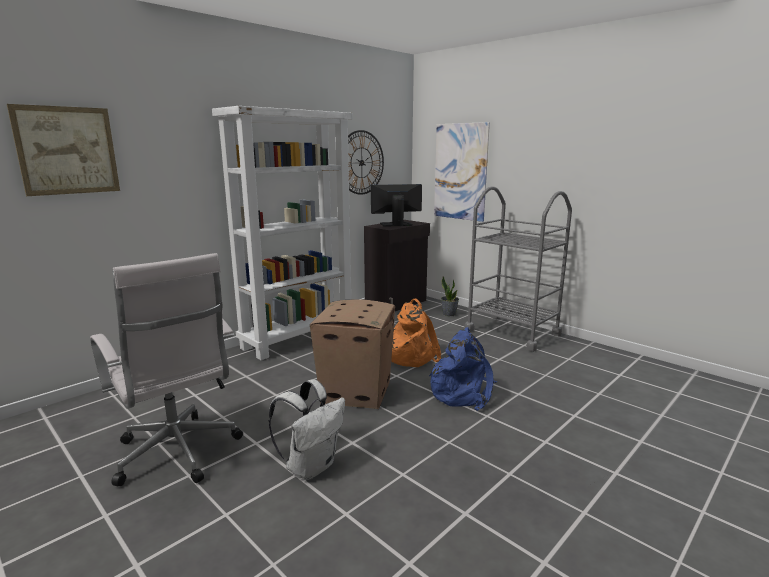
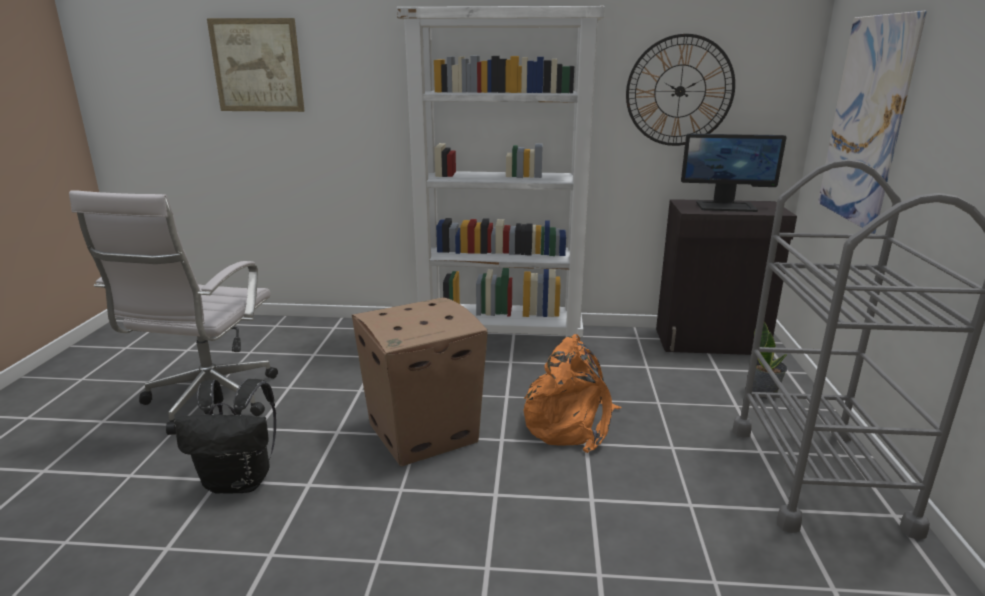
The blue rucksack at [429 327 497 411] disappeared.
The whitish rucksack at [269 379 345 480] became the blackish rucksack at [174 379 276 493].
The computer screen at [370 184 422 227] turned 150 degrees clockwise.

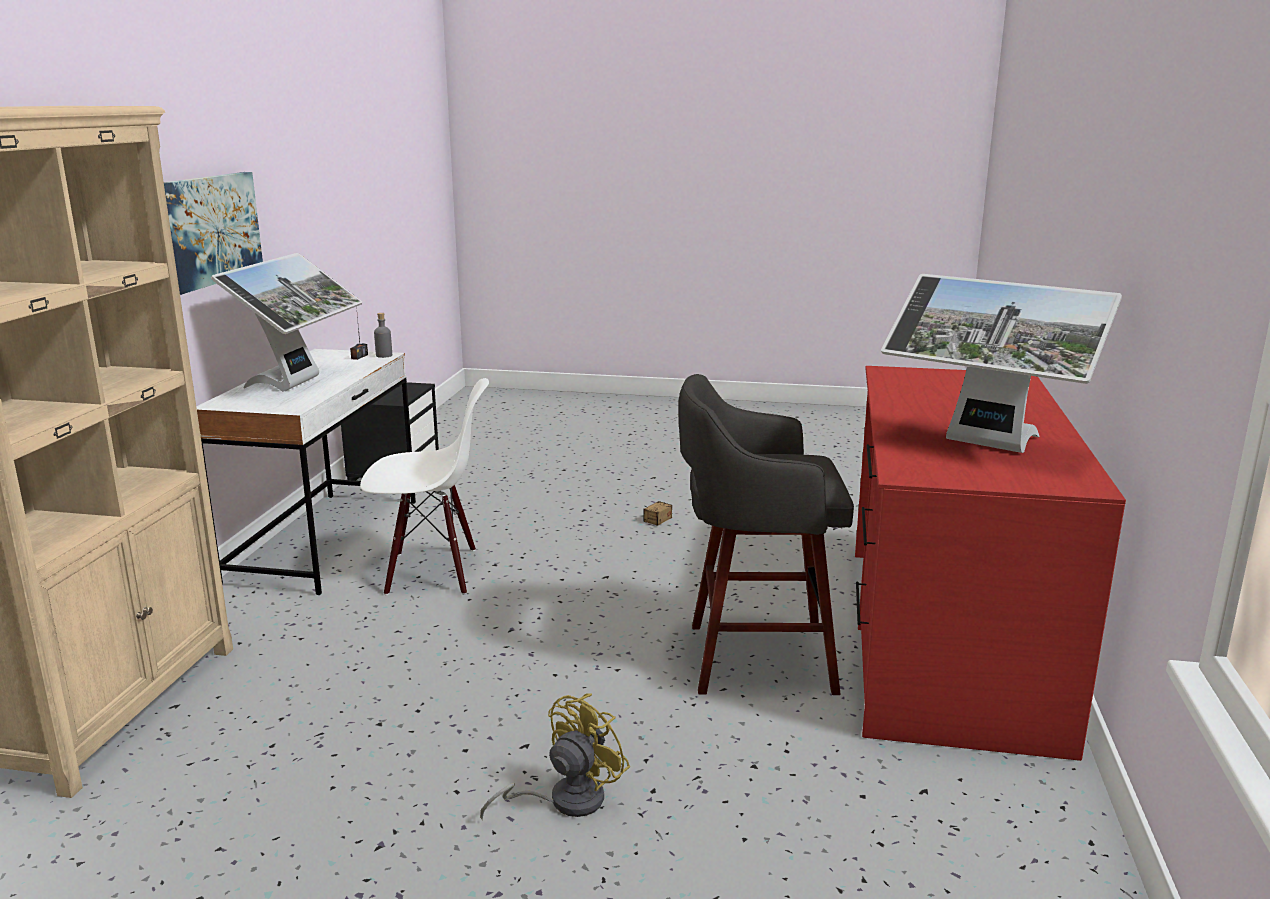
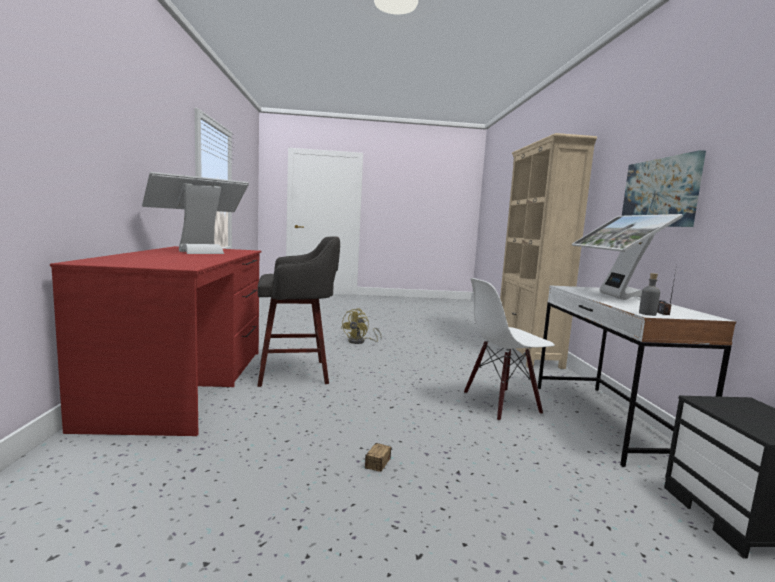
The computer screen at [881 274 1122 453] turned 60 degrees counterclockwise.

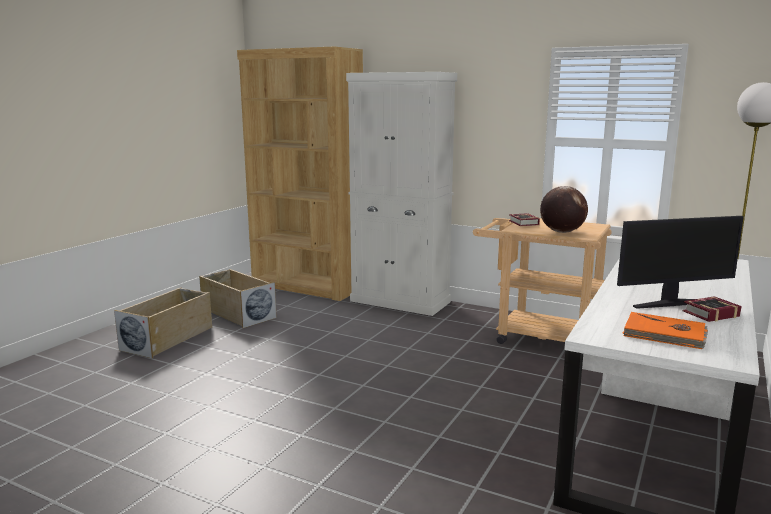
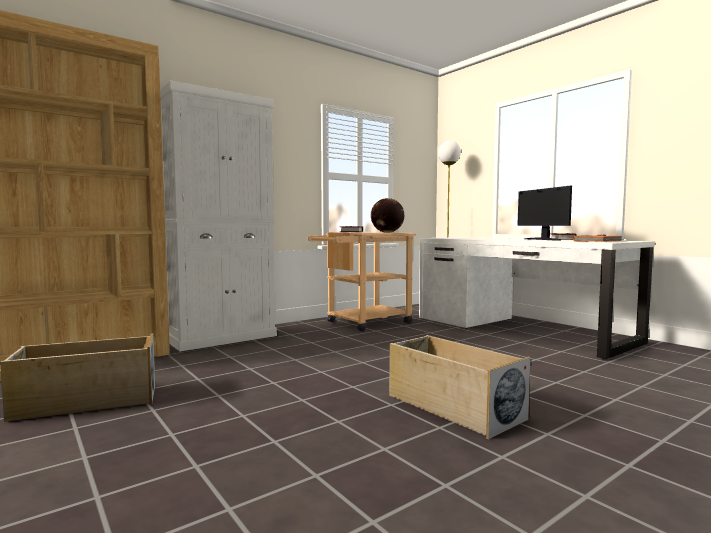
The sand-coloured storage container moved from [114 287 212 358] to [389 335 531 439].
The computer screen at [617 216 744 309] turned 150 degrees clockwise.

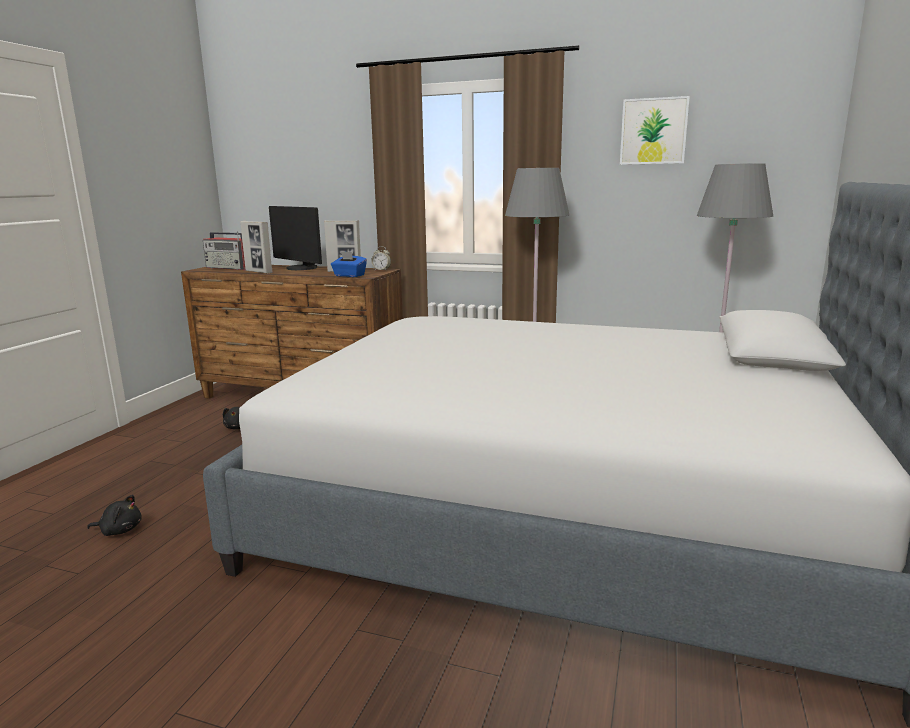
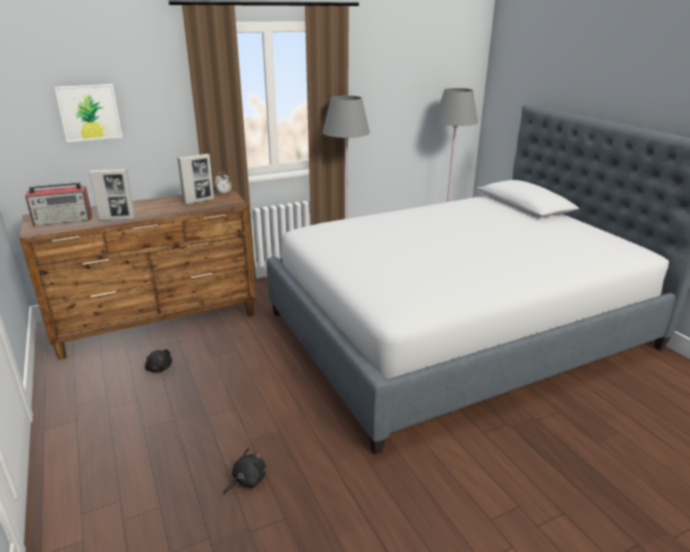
The computer screen at [269 206 322 270] disappeared.
The blue tissue holder at [331 251 367 277] disappeared.
The wall picture moved from [620 96 690 165] to [54 84 122 142].

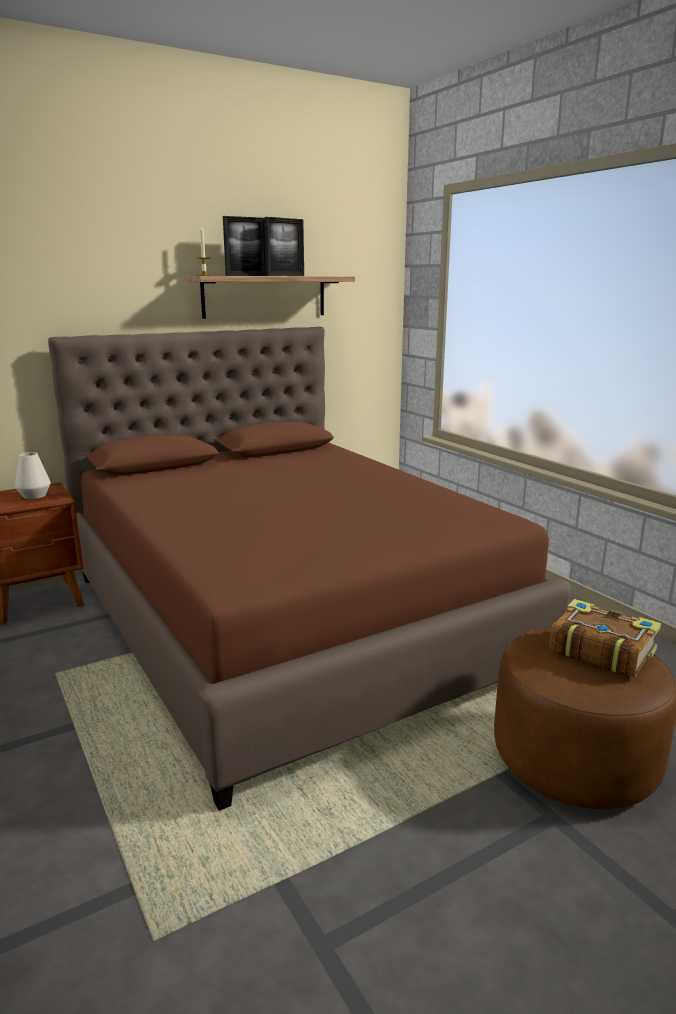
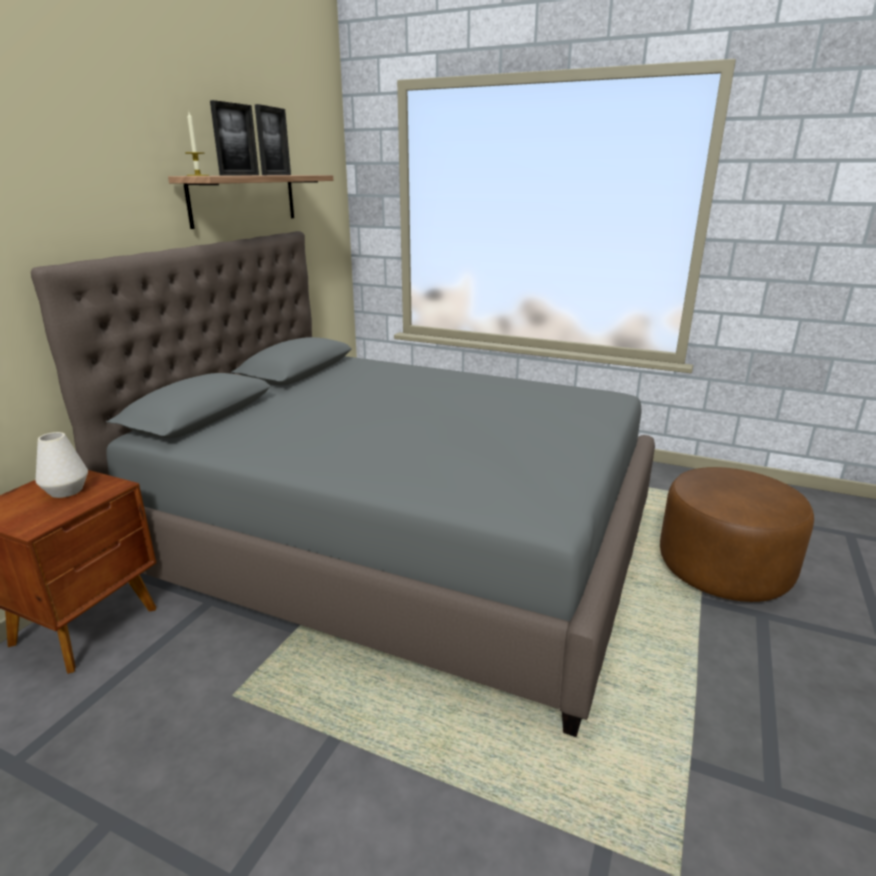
The book at [549 599 661 677] disappeared.
The brownish bed at [48 327 571 811] became the greyish bed at [31 231 655 737].

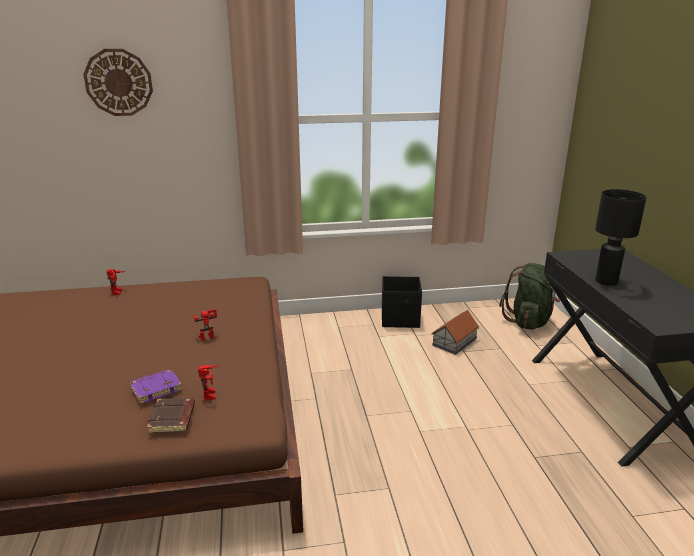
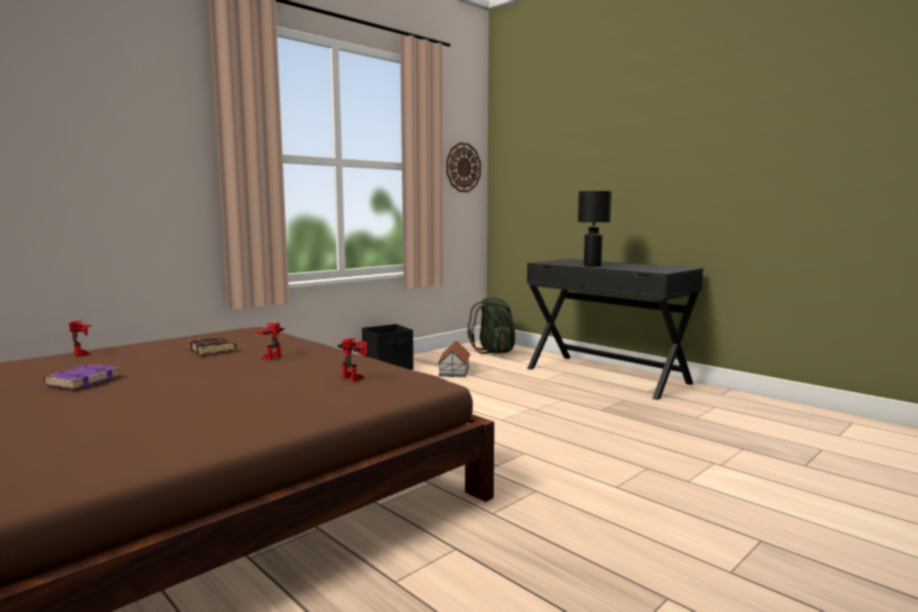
The hanging clock moved from [83 49 153 116] to [446 142 481 192].
The purple-coloured book moved from [130 369 183 404] to [44 364 121 389].
The brownish book moved from [147 398 195 433] to [188 337 236 355].

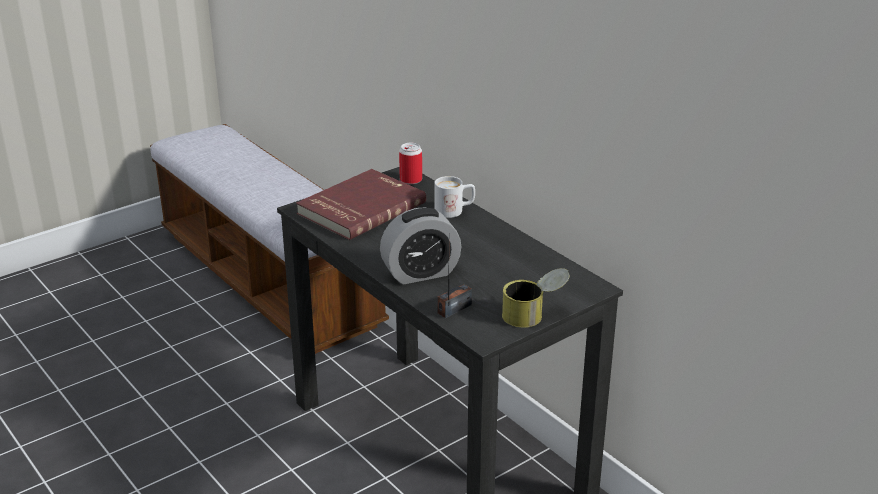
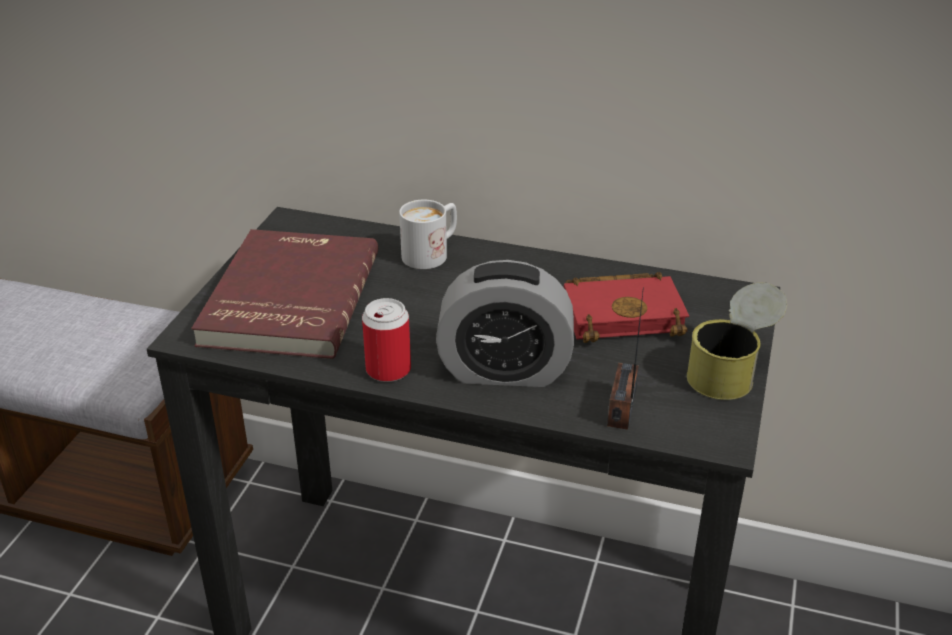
The red book at [564 272 689 343] appeared.
The sealed can moved from [399 143 422 184] to [362 298 411 382].
The table clock at [380 208 461 285] turned 60 degrees clockwise.

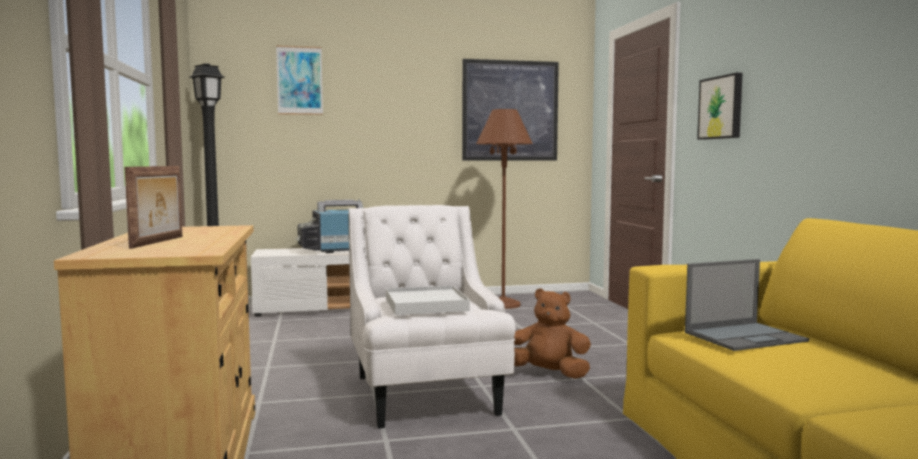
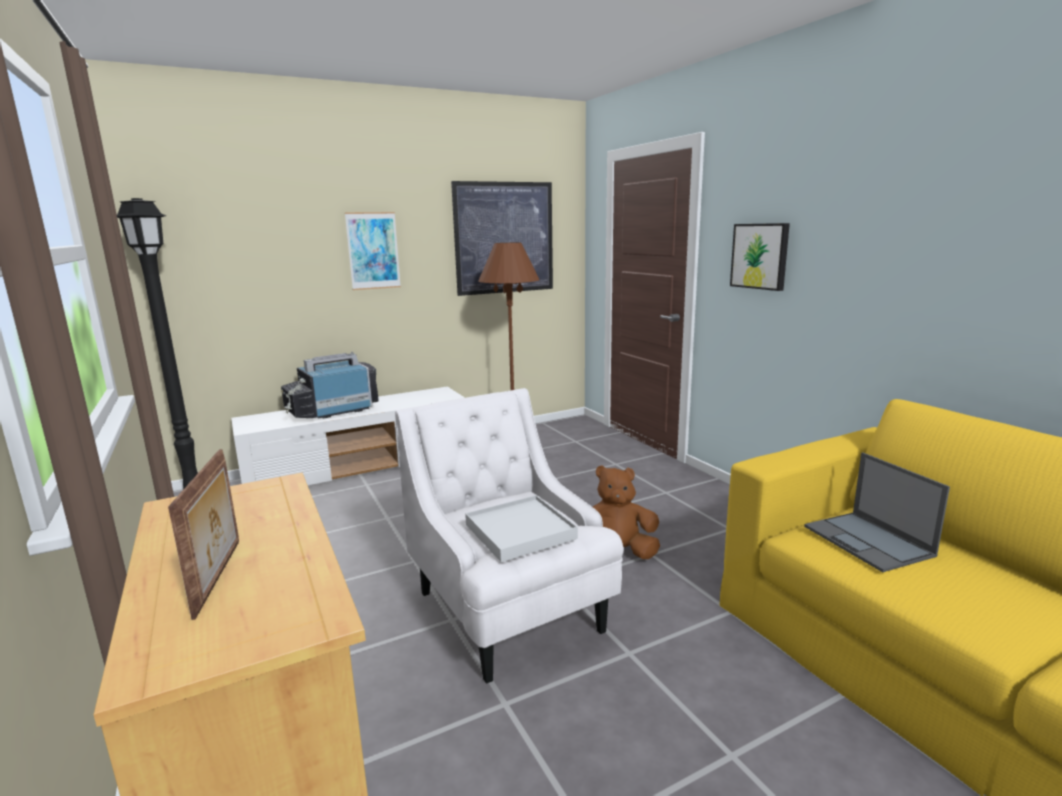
The wall picture moved from [276 45 323 115] to [345 212 401 290].
The laptop at [685 259 809 351] turned 105 degrees clockwise.

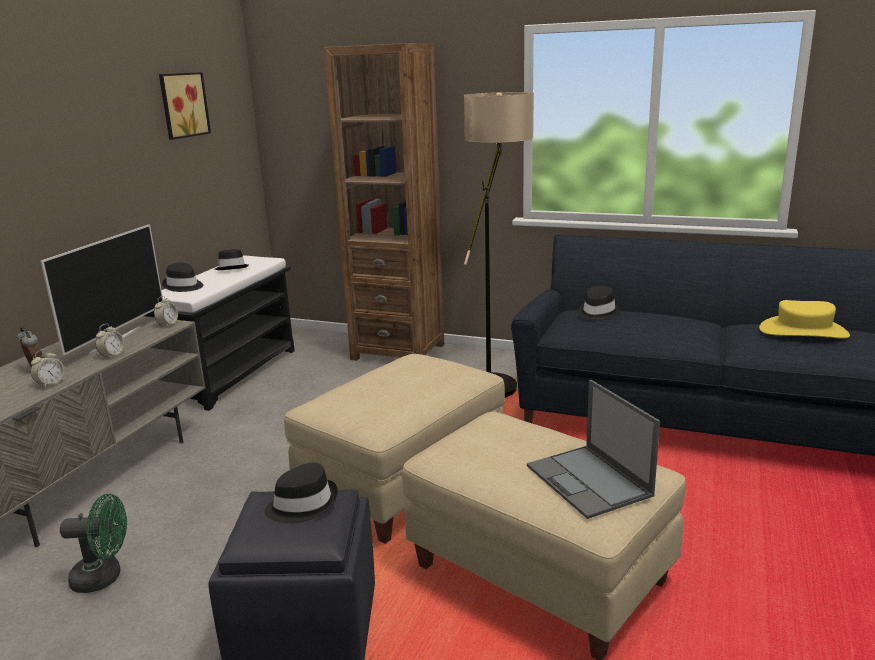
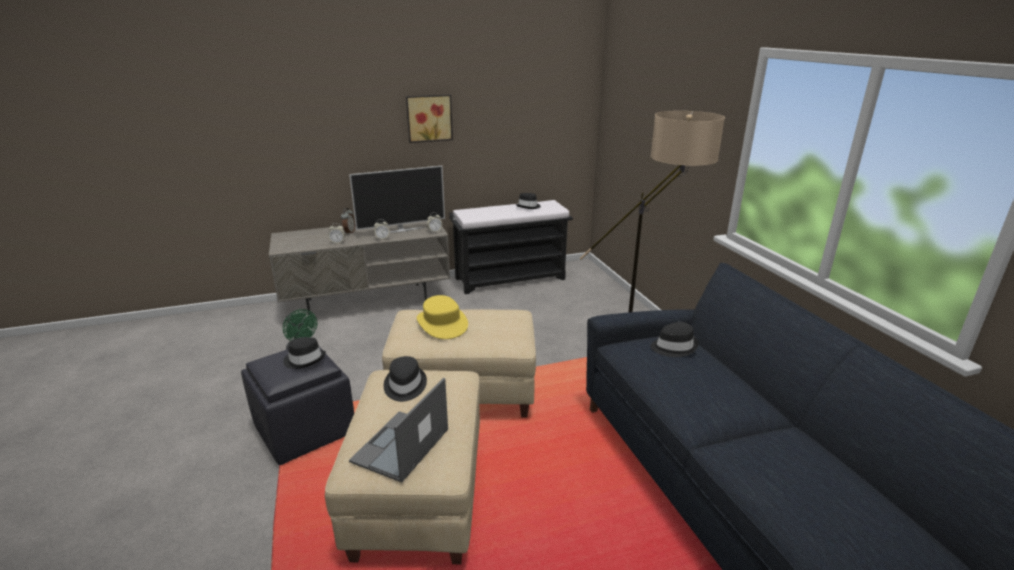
The brownish bookcase at [324 43 444 361] disappeared.
The wall picture moved from [159 72 211 140] to [406 94 453 143].
The blackish clothing hat moved from [162 262 203 292] to [384 356 427 402].
The yellow clothing hat moved from [759 300 850 338] to [417 295 468 339].

